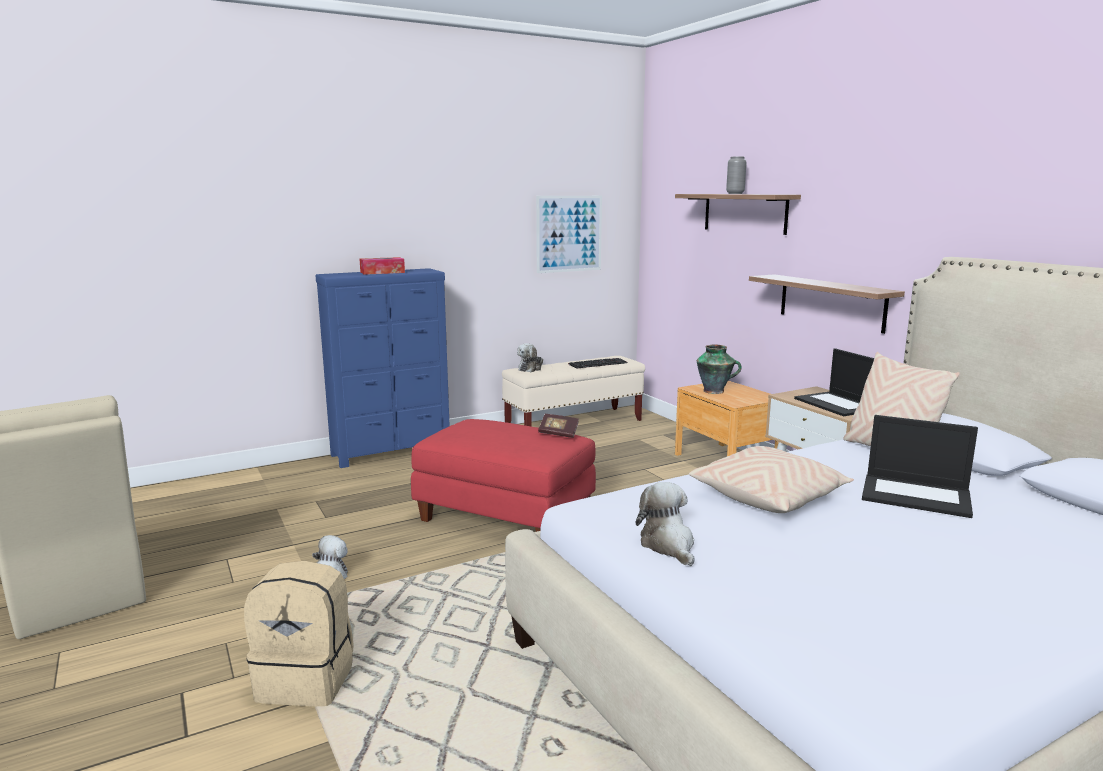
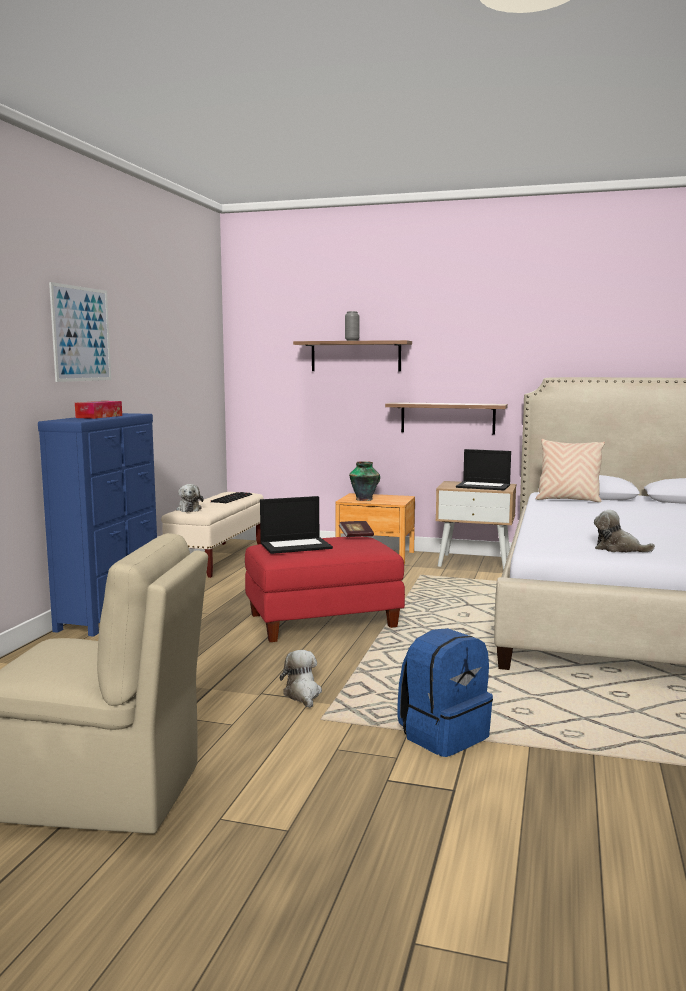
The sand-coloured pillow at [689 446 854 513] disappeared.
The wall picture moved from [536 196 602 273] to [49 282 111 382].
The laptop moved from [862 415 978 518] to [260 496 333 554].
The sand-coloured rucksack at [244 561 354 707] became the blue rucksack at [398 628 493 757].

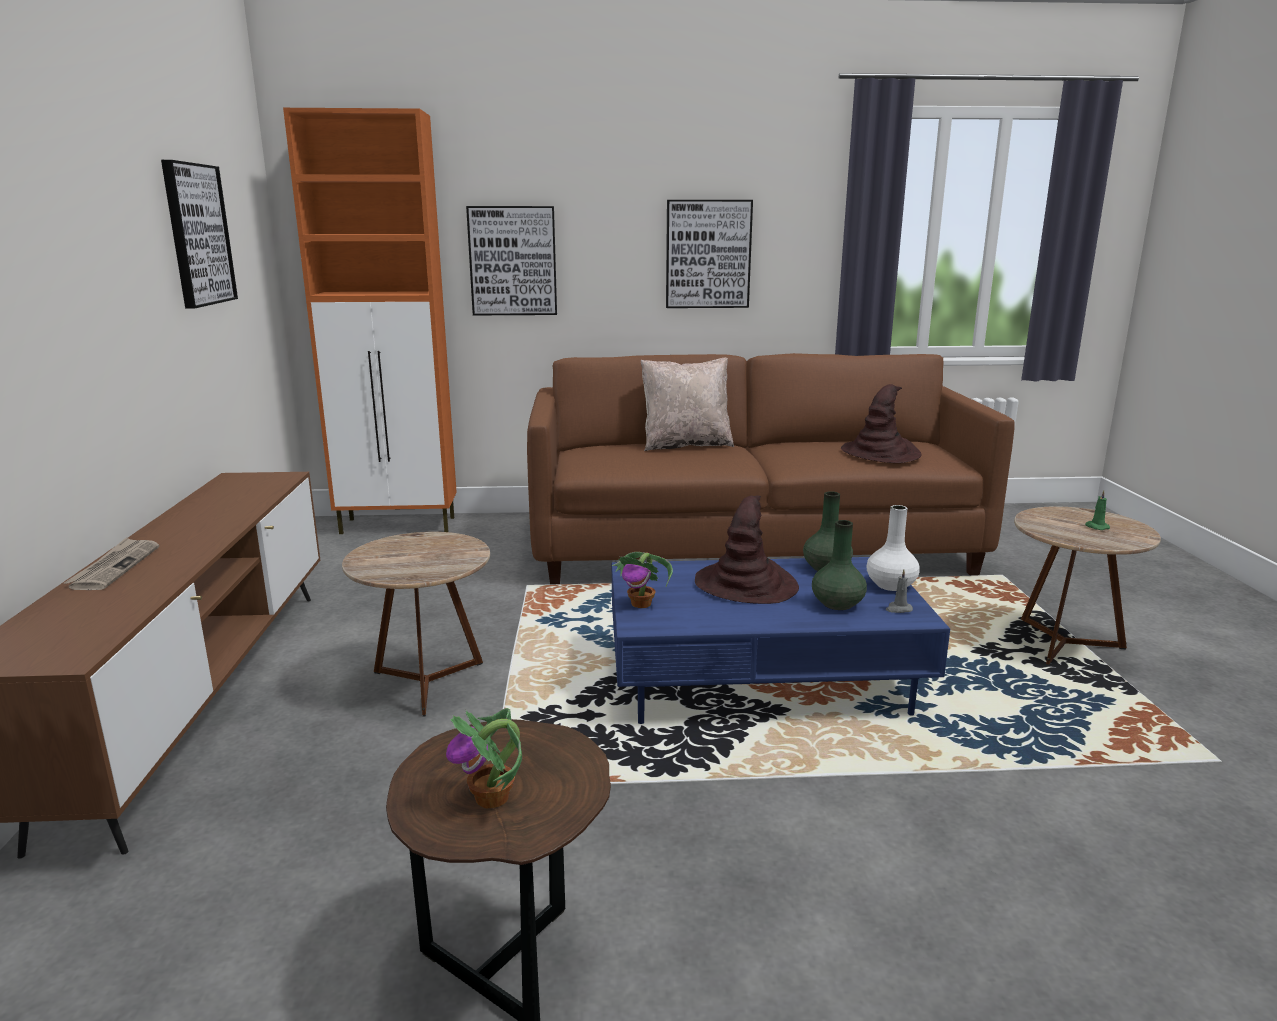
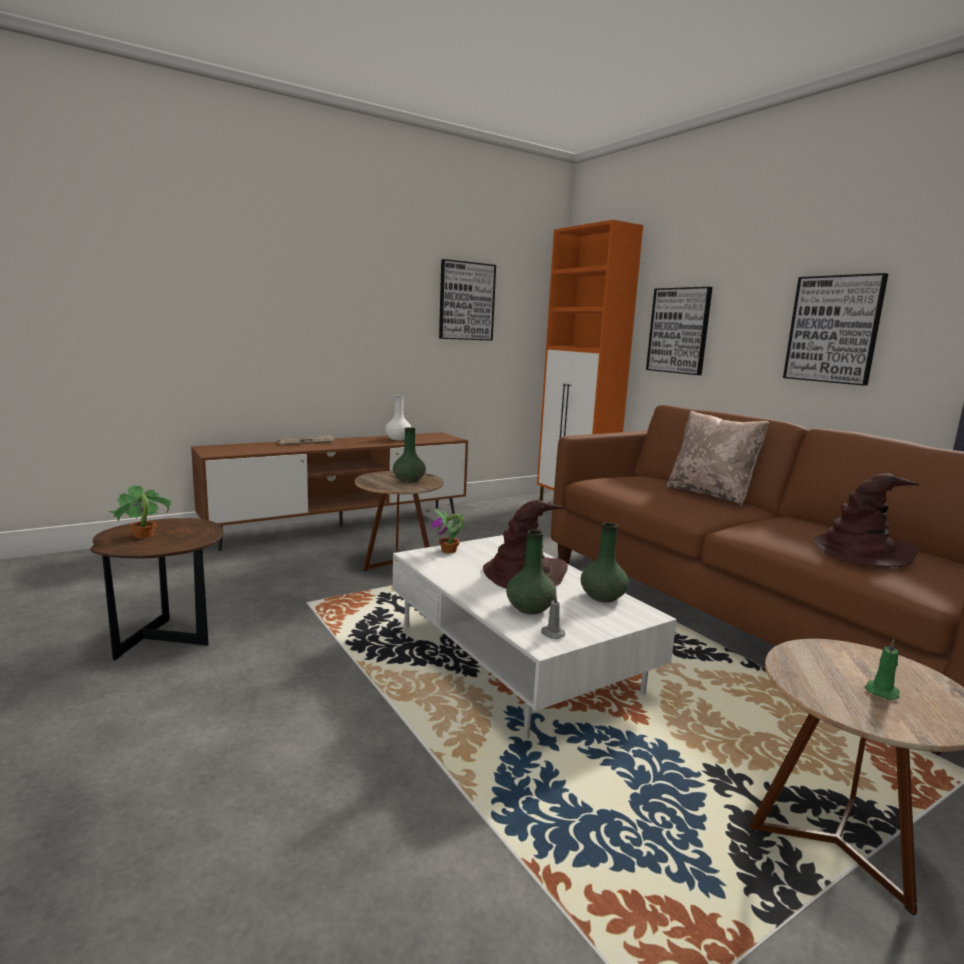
The green vase at [393 427 426 483] appeared.
The whitish vase moved from [866 505 920 591] to [385 396 412 440].
The blue lounge table at [612 557 950 724] became the whitish lounge table at [393 535 677 739].

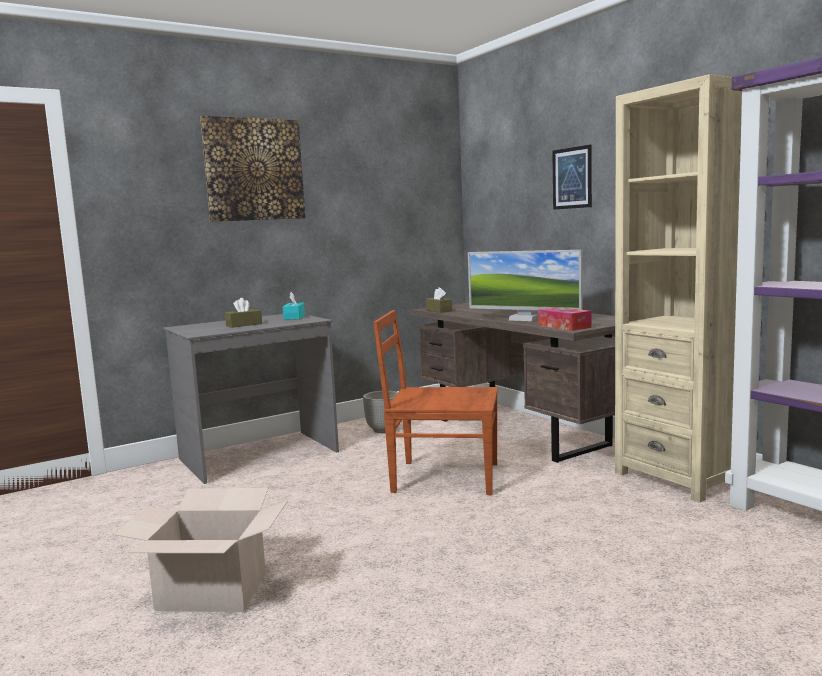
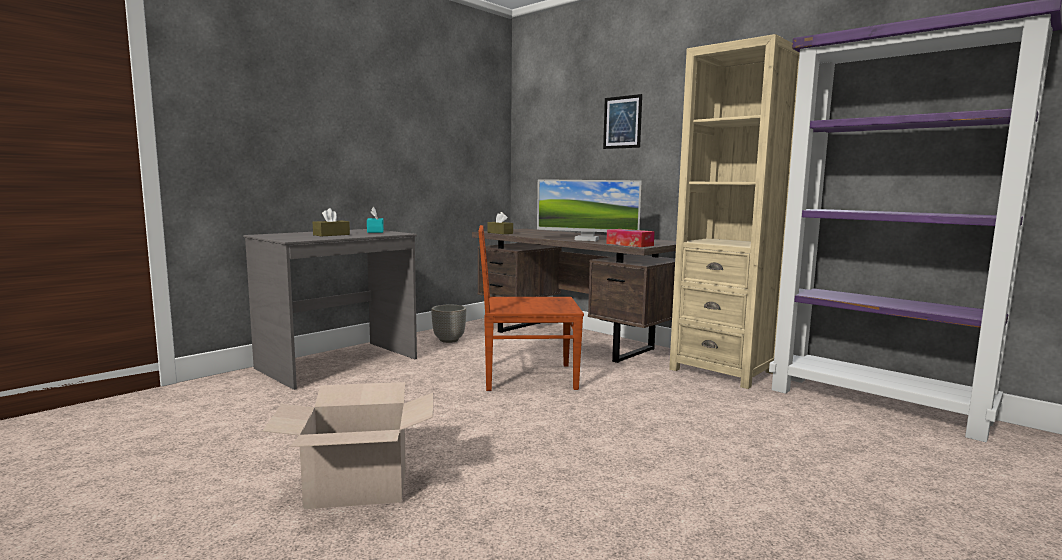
The wall picture at [200 116 305 222] disappeared.

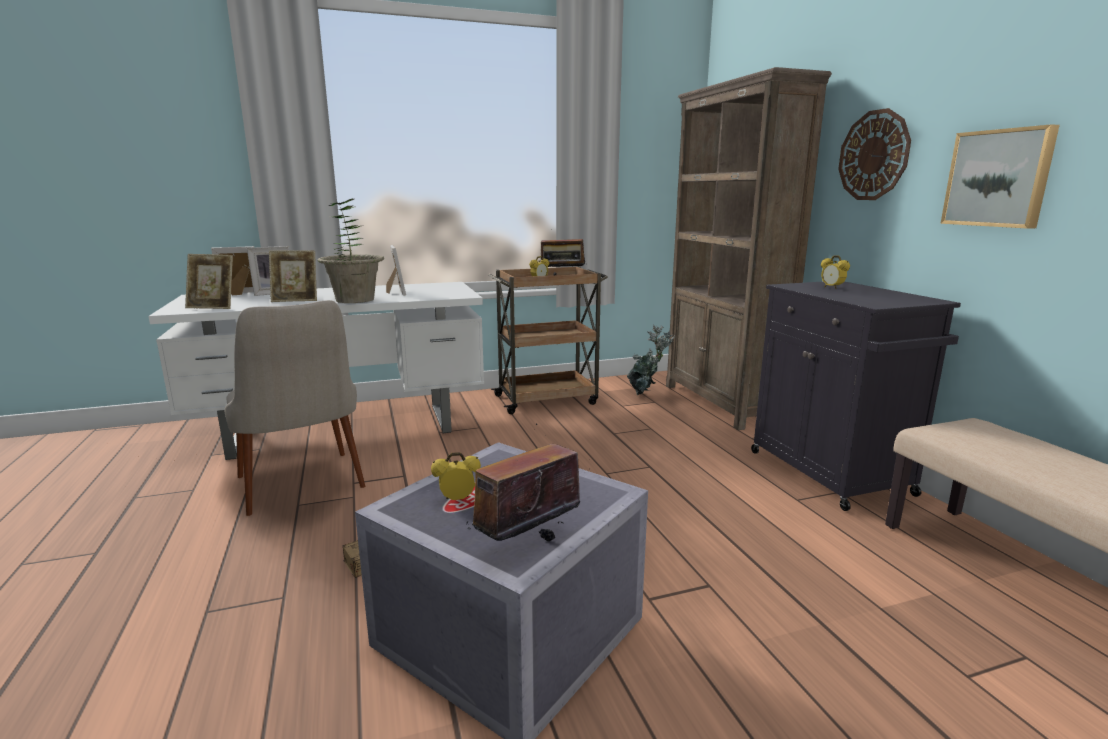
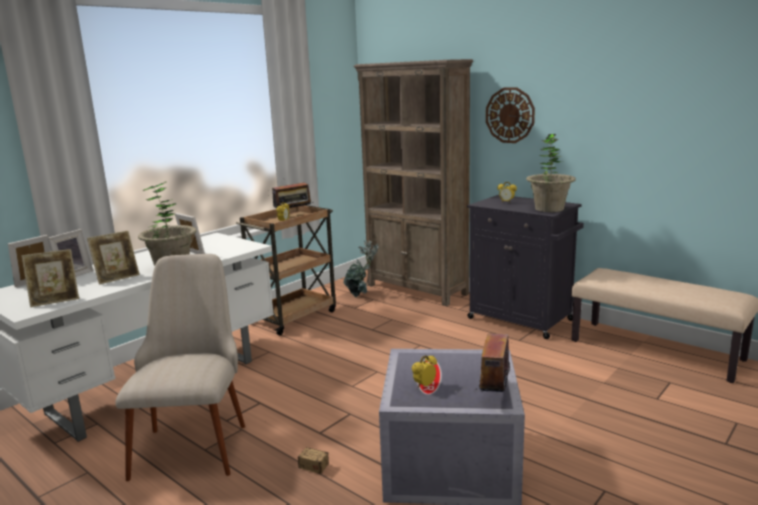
The wall picture at [940 124 1060 229] disappeared.
The houseplant at [526 134 576 212] appeared.
The sand-coloured plain chair at [225 300 365 516] turned 120 degrees counterclockwise.

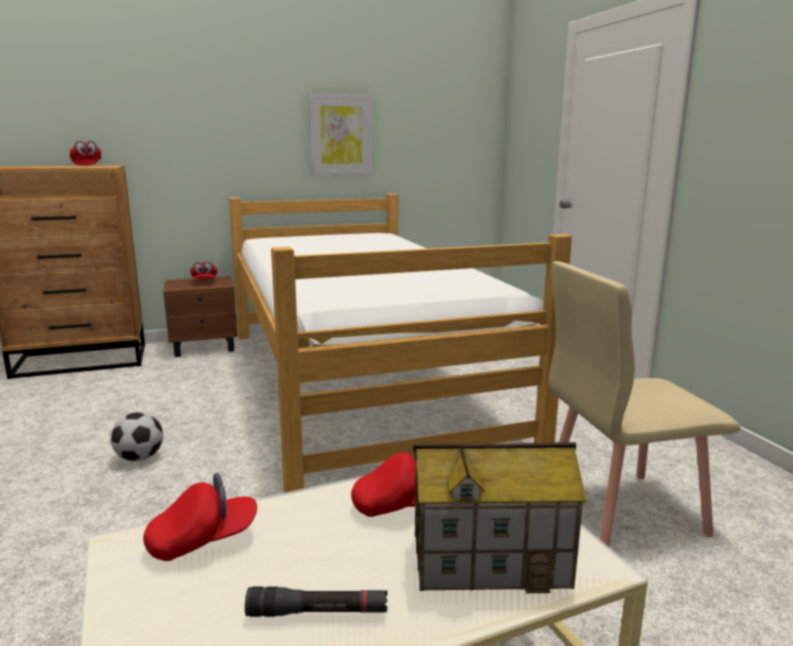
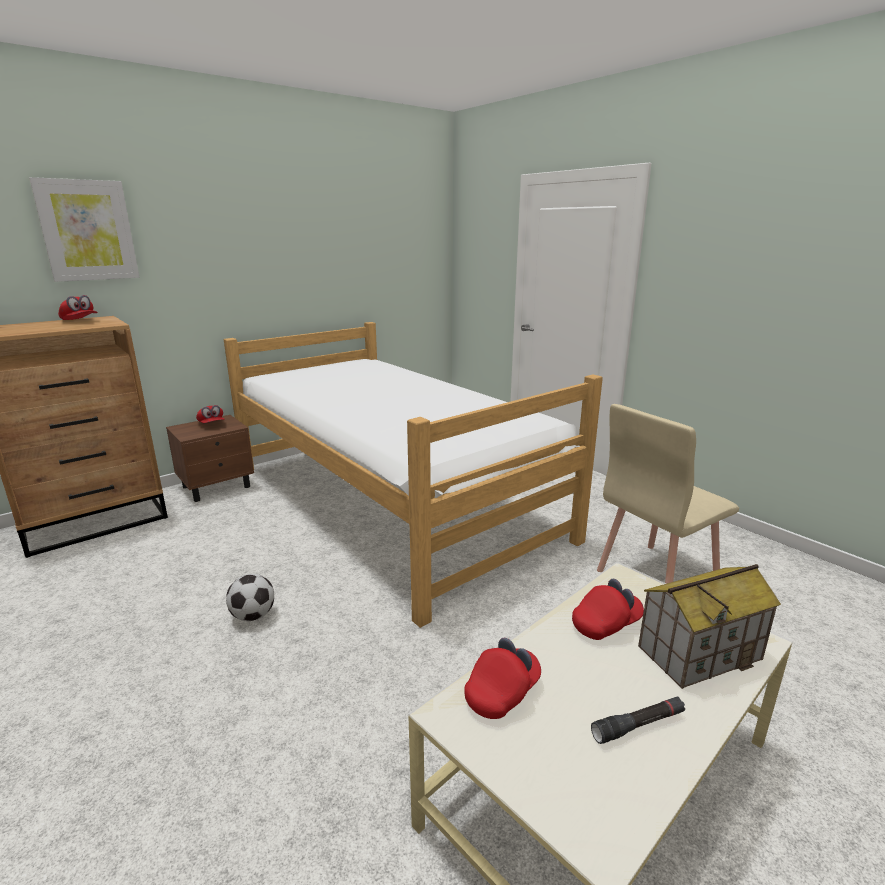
The wall picture moved from [308 93 372 175] to [29 177 139 282].

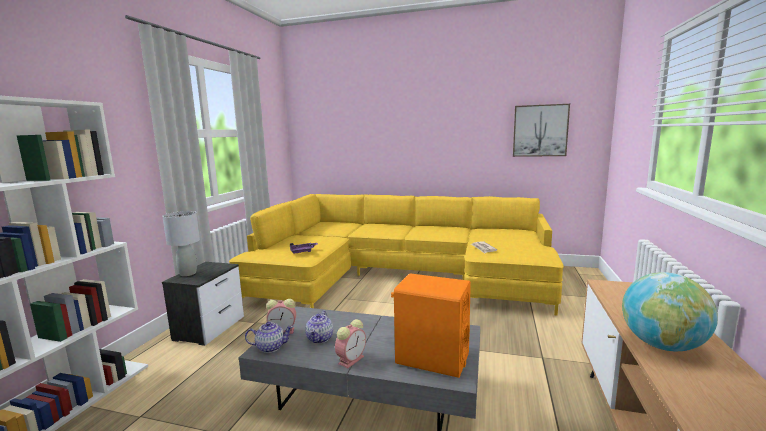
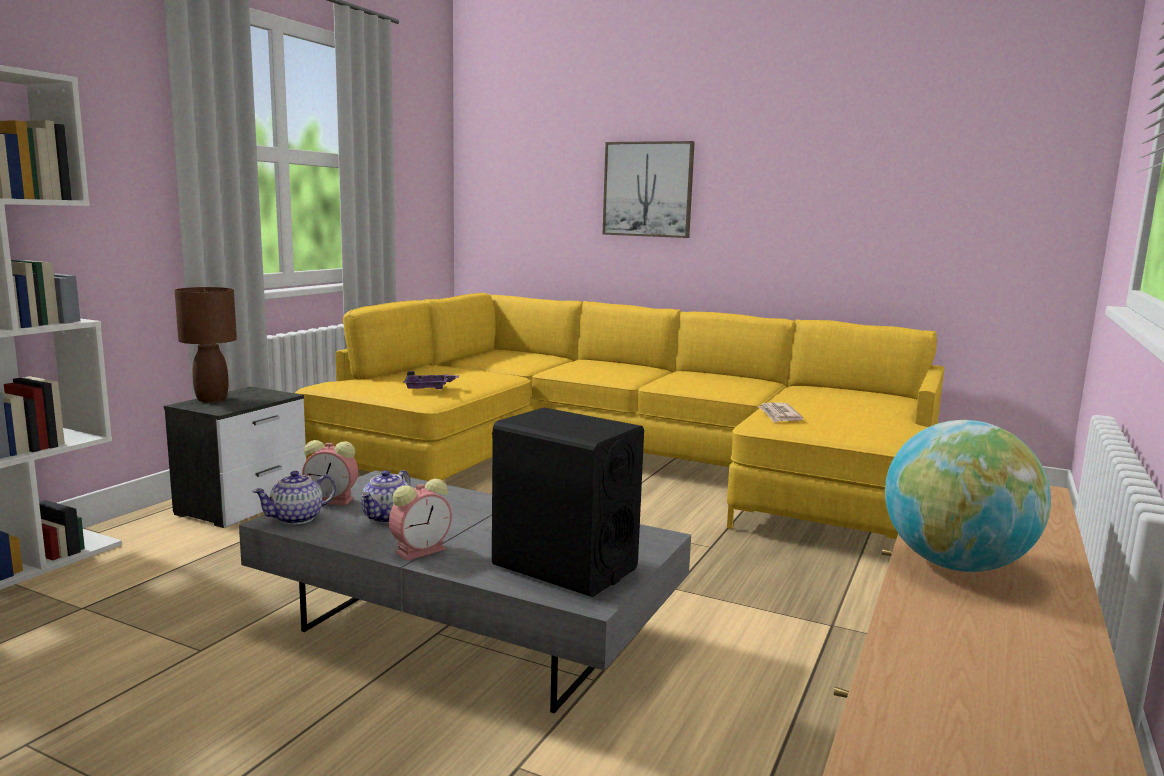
The wall picture moved from [513 104 570 157] to [603 141 695 238].
The greyish table lamp at [162 211 200 276] became the brownish table lamp at [175 287 237 402].
The orangey speaker at [391 273 471 378] became the blackish speaker at [492 408 644 597].
The teapot at [245 322 293 353] turned 135 degrees clockwise.

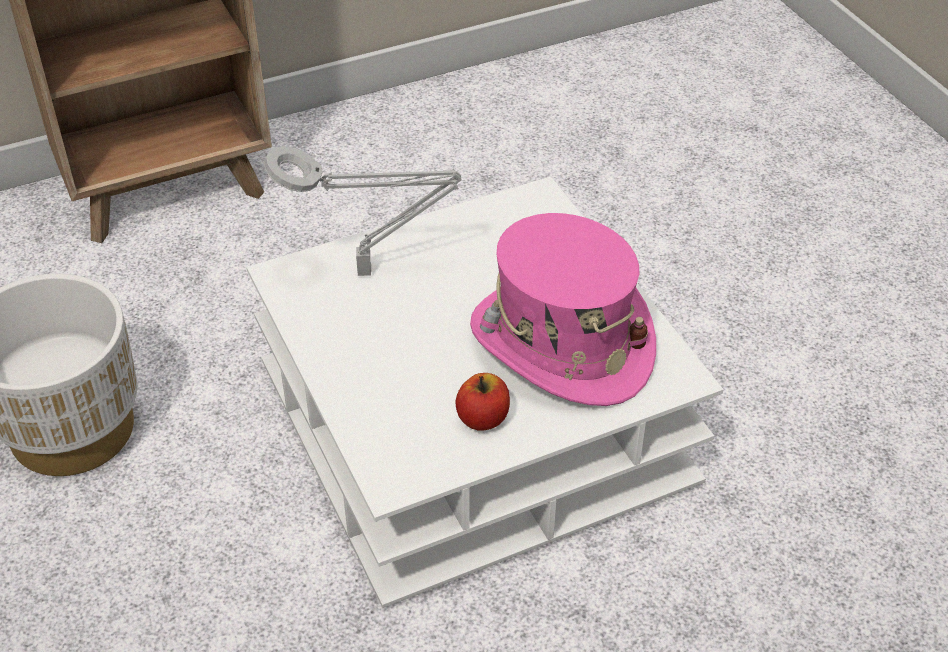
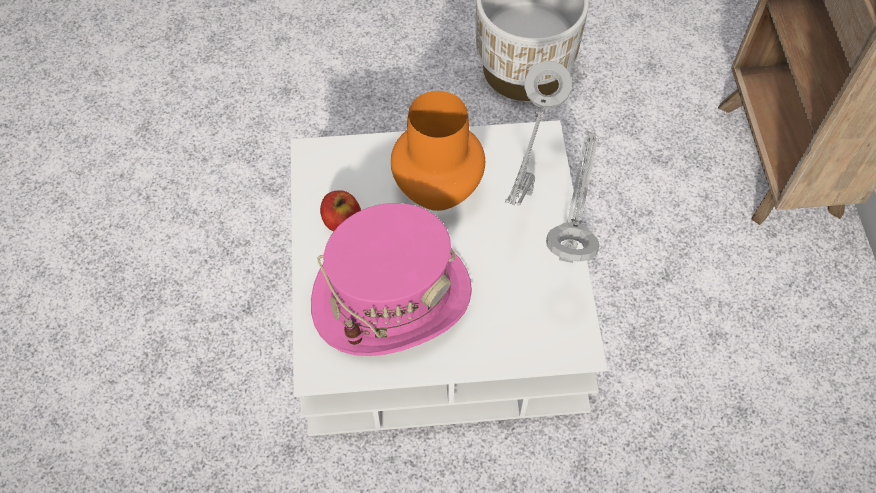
The orangey vase at [391 91 485 211] appeared.
The greyish table lamp at [546 132 599 263] appeared.

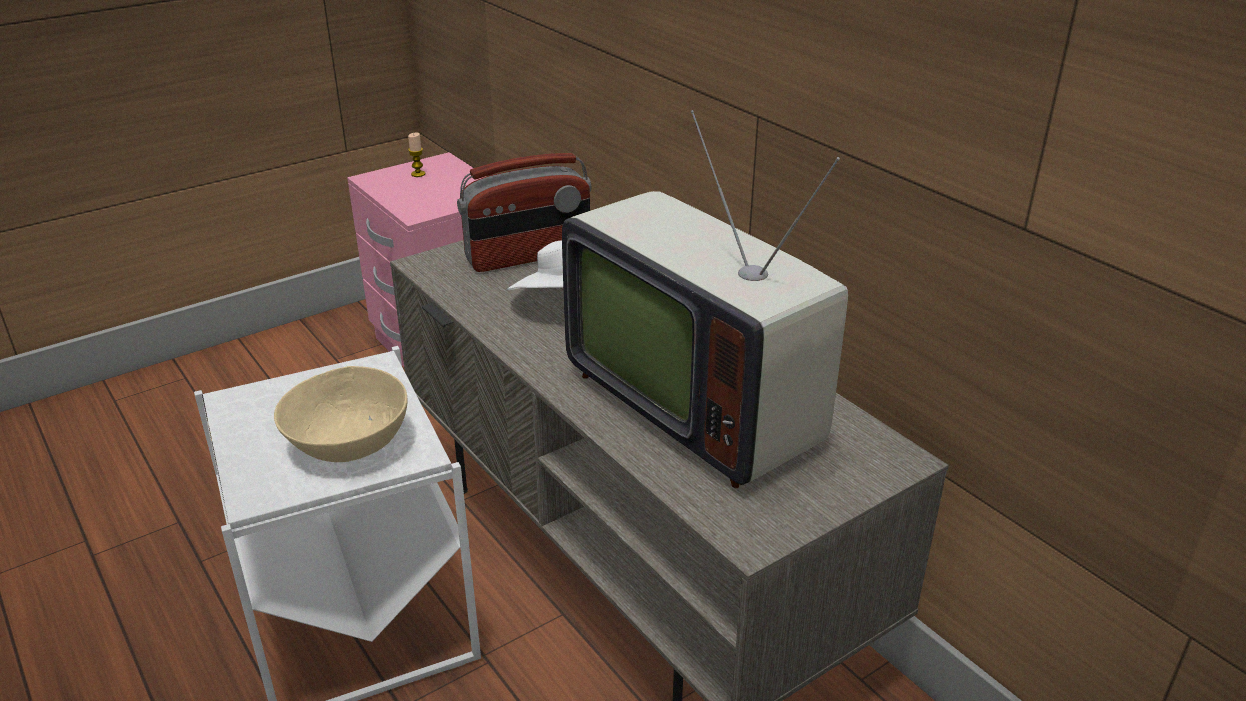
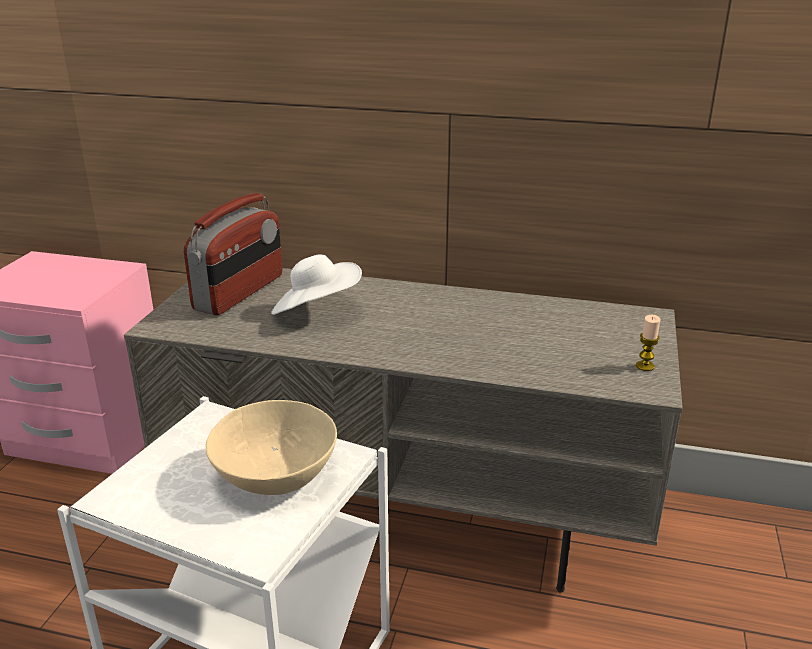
The TV set at [562 110 848 488] disappeared.
The candle moved from [408 132 425 177] to [636 315 661 371].

